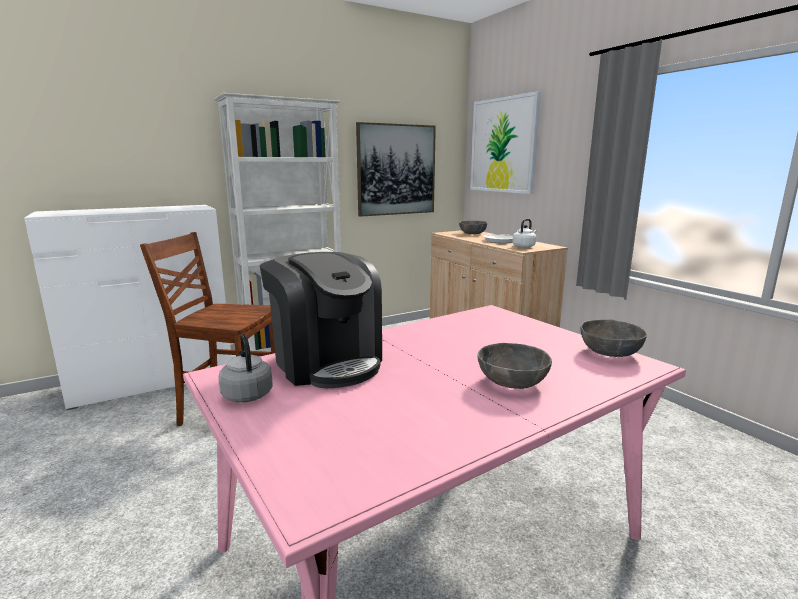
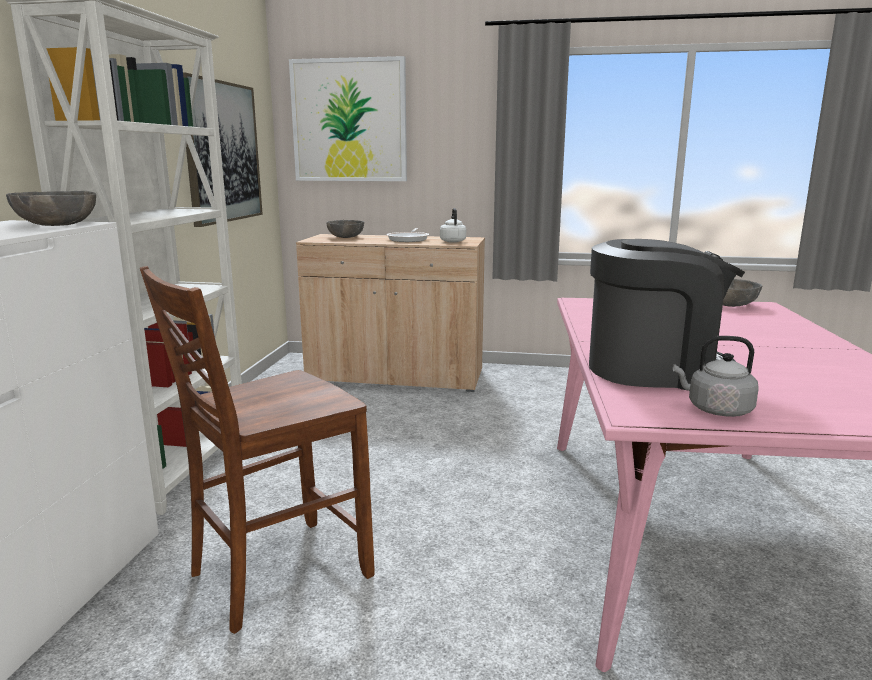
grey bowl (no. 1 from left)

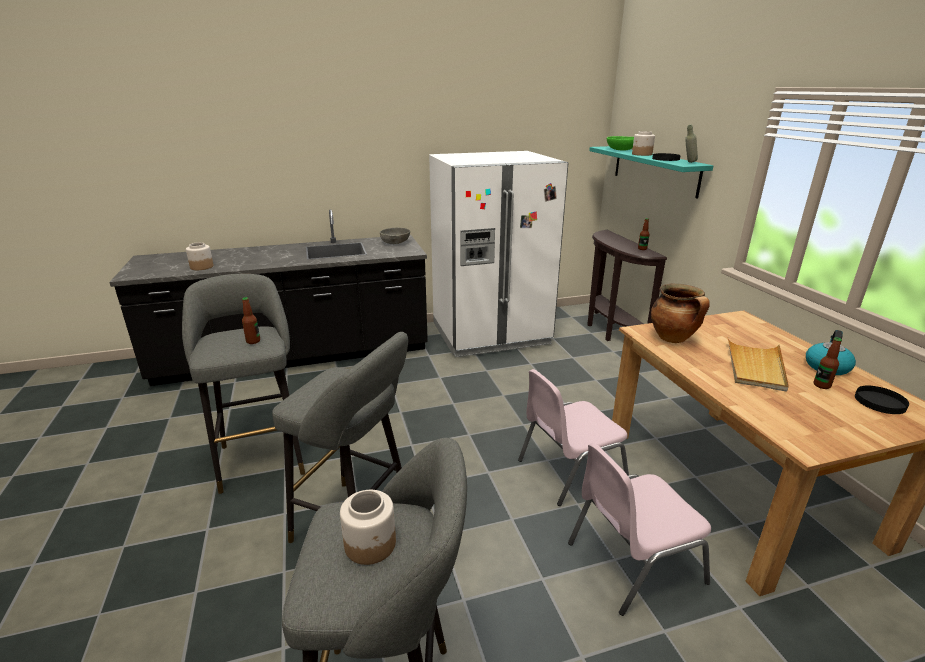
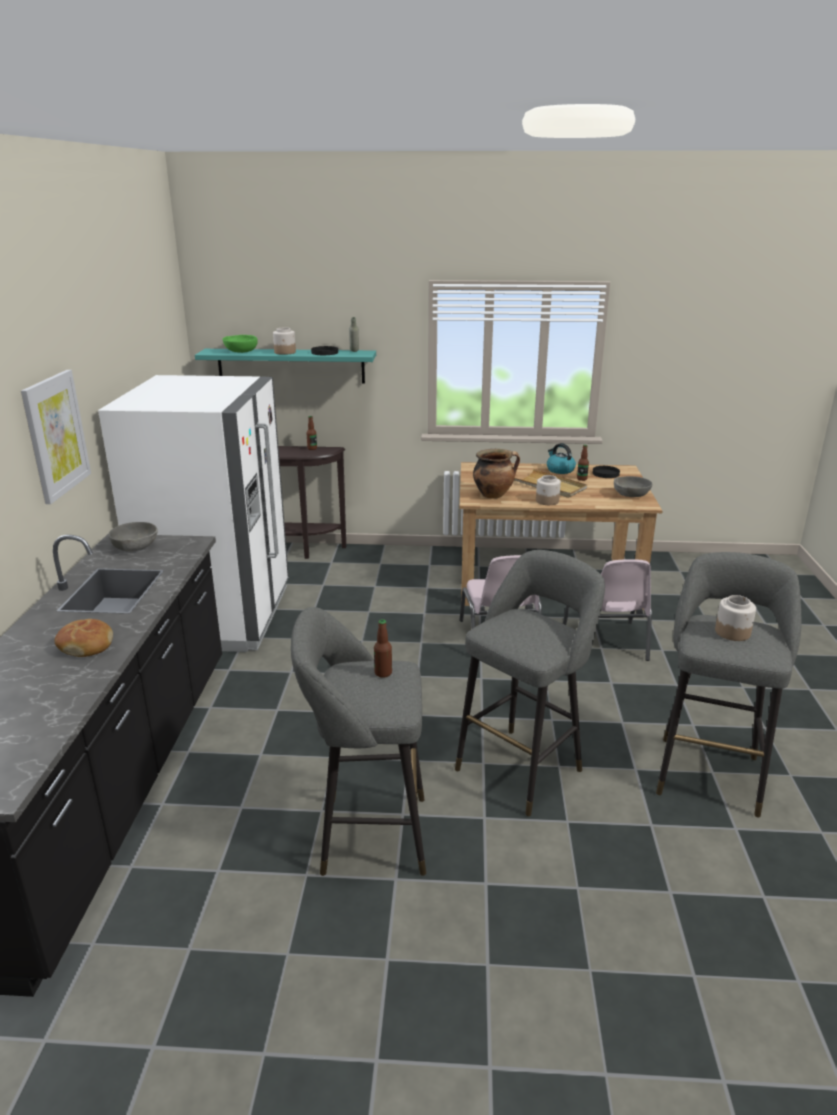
picture
bread
grey bowl (no. 2 from left)
jar (no. 2 from left)

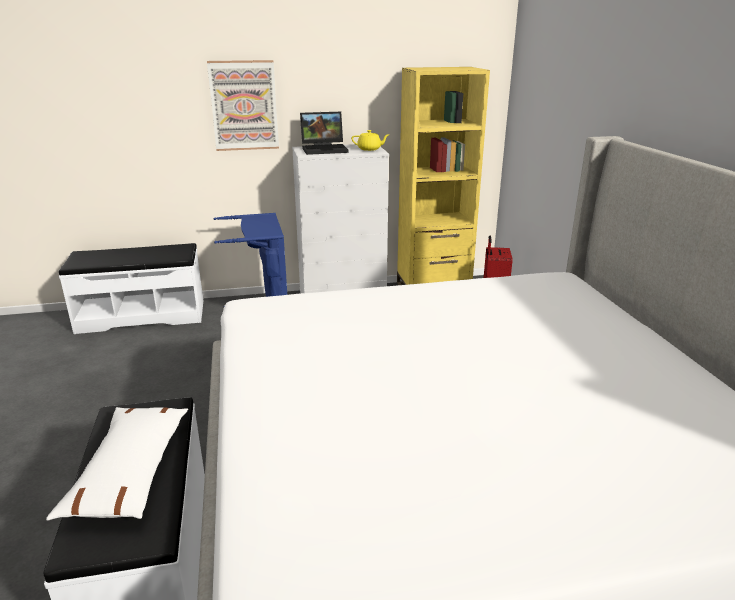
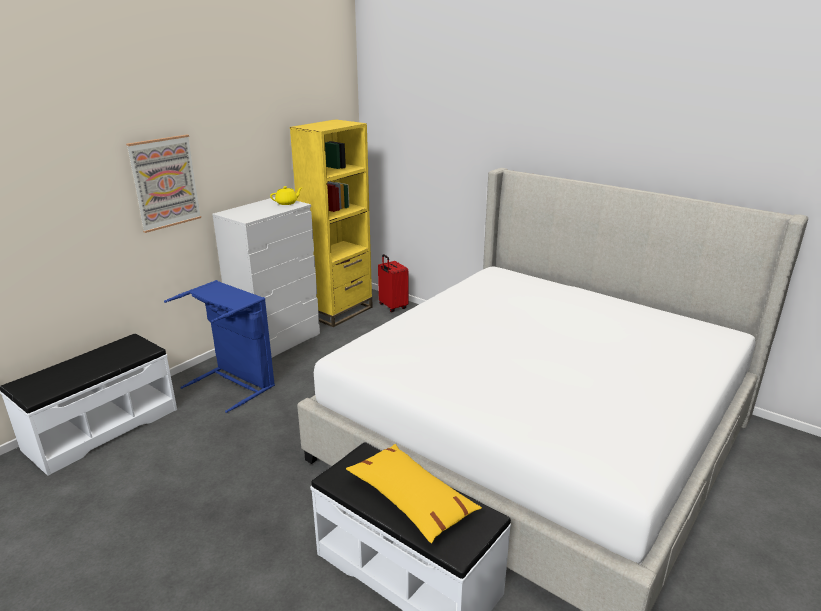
laptop
yellow pillow

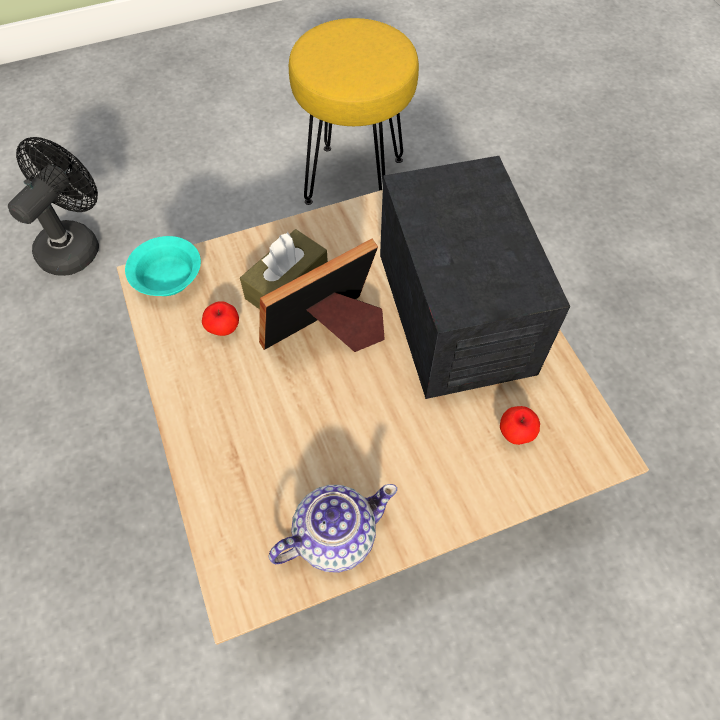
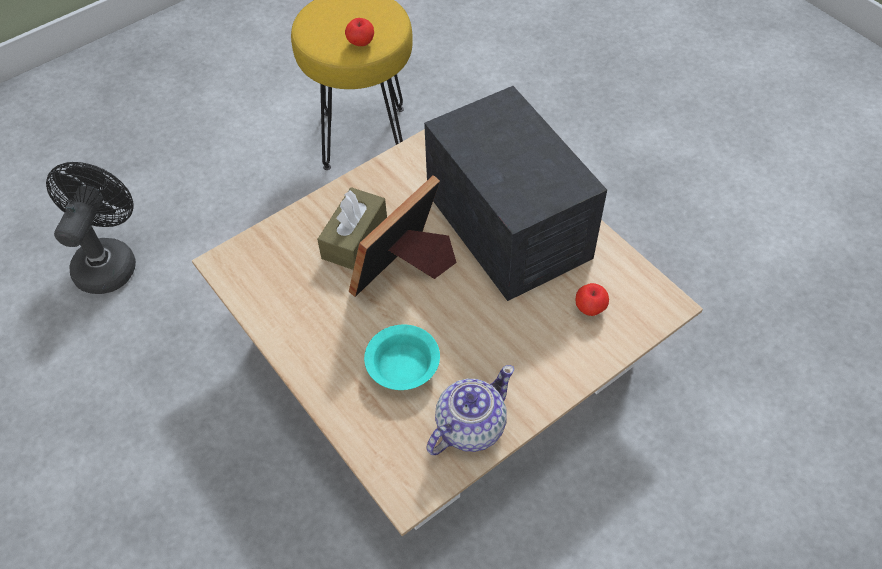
turquoise bowl
apple (no. 1 from left)

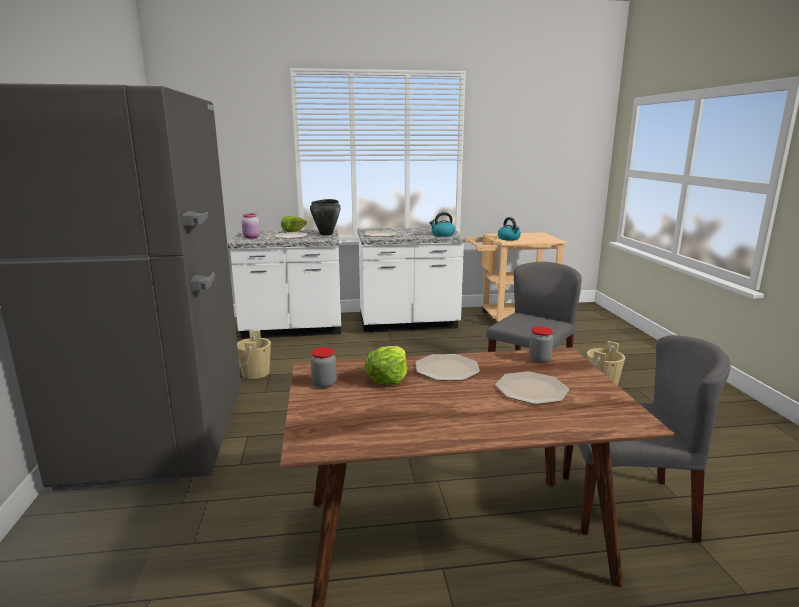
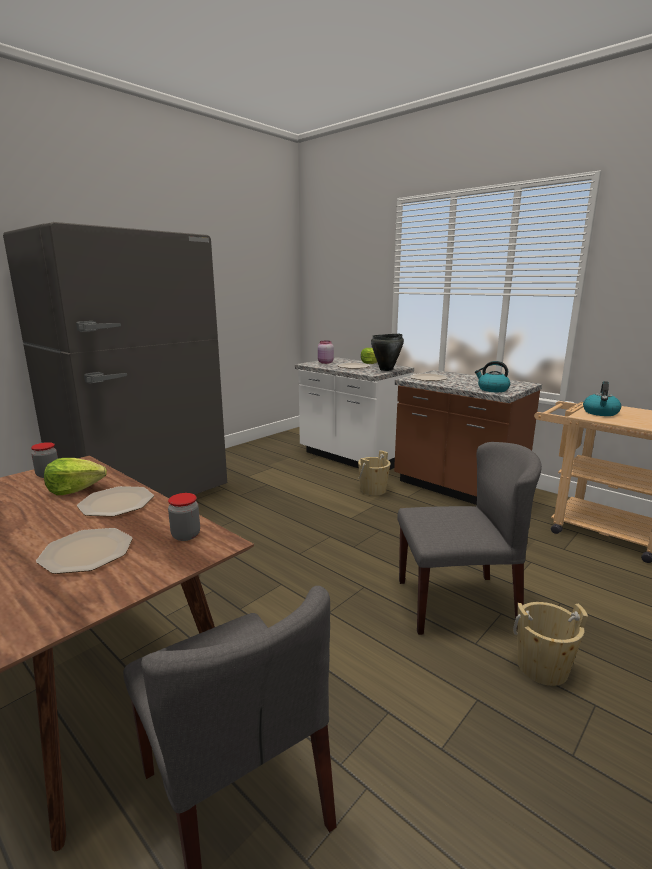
beige bucket (no. 1 from left)
brown counter

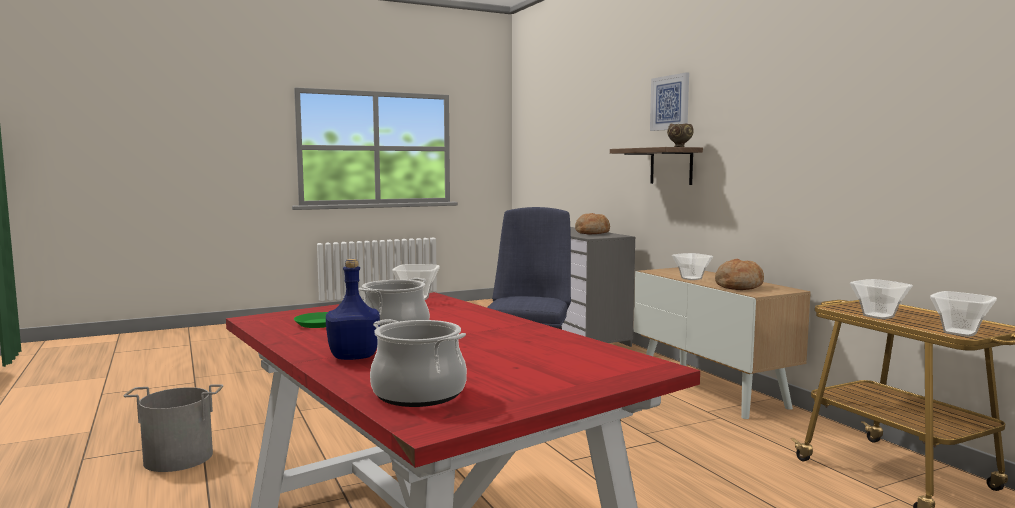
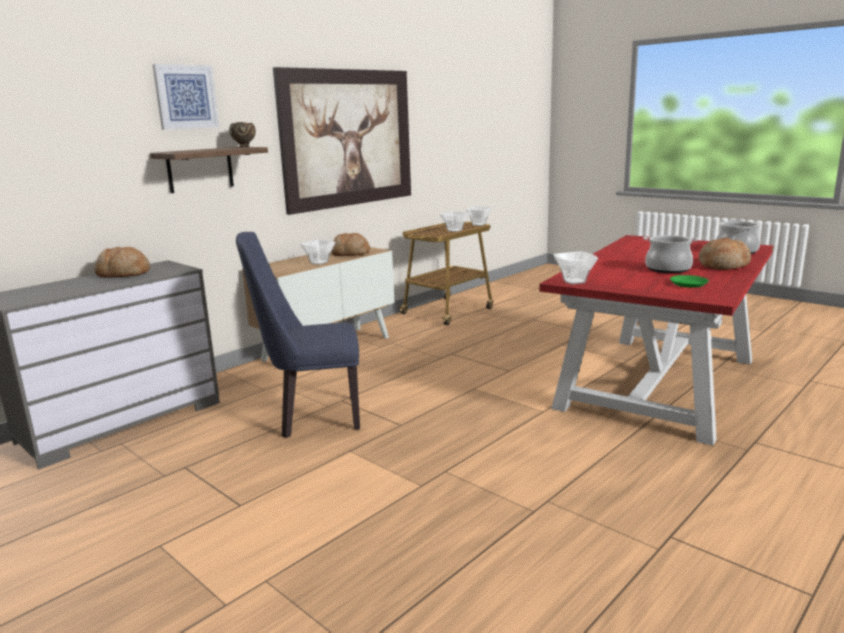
grey bucket
picture (no. 2 from left)
bread (no. 3 from left)

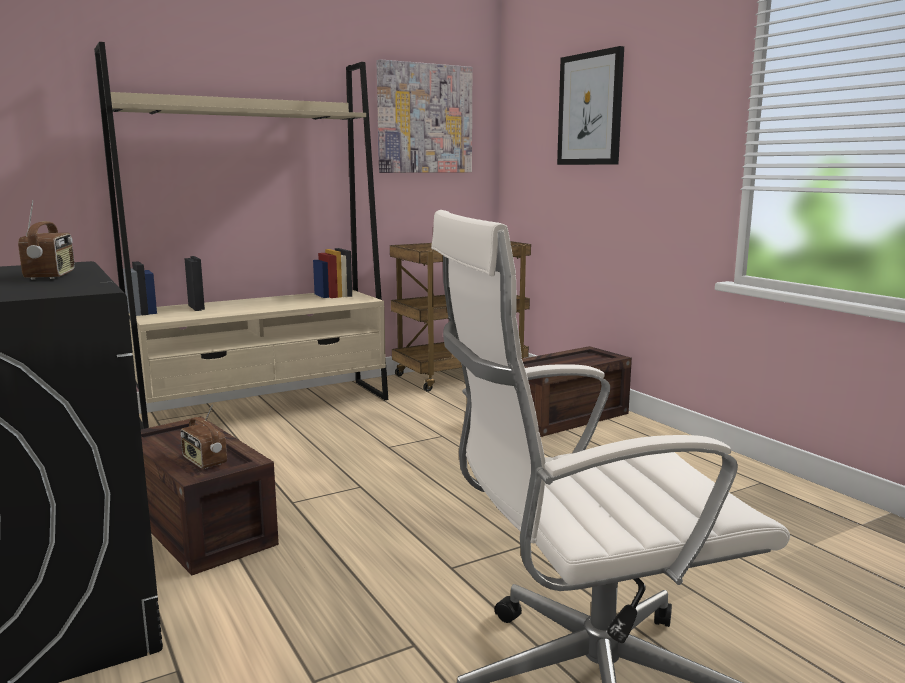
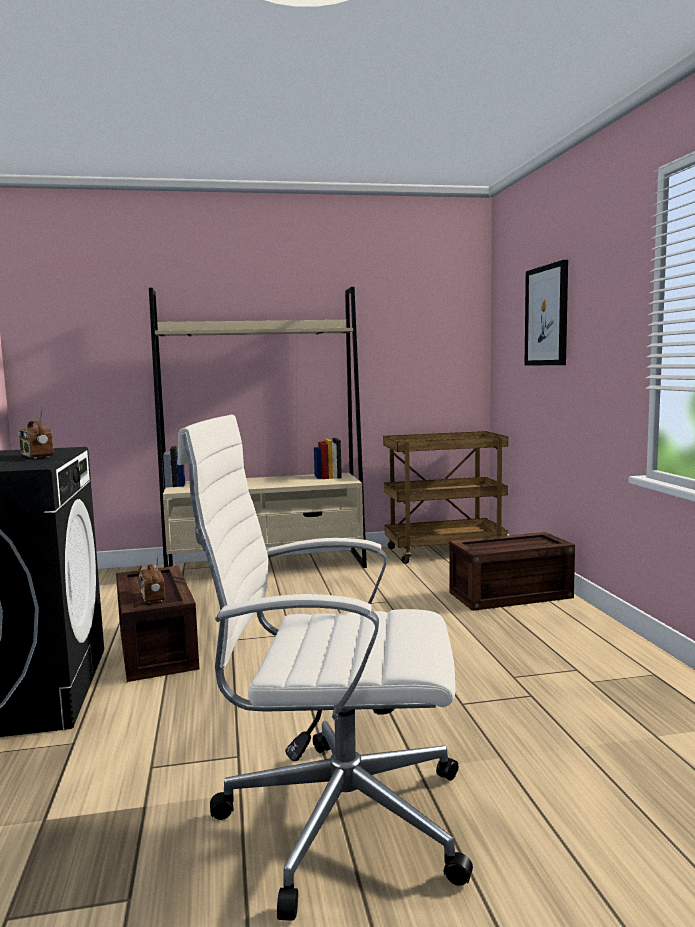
picture (no. 1 from left in the first image)
radio (no. 1 from left)

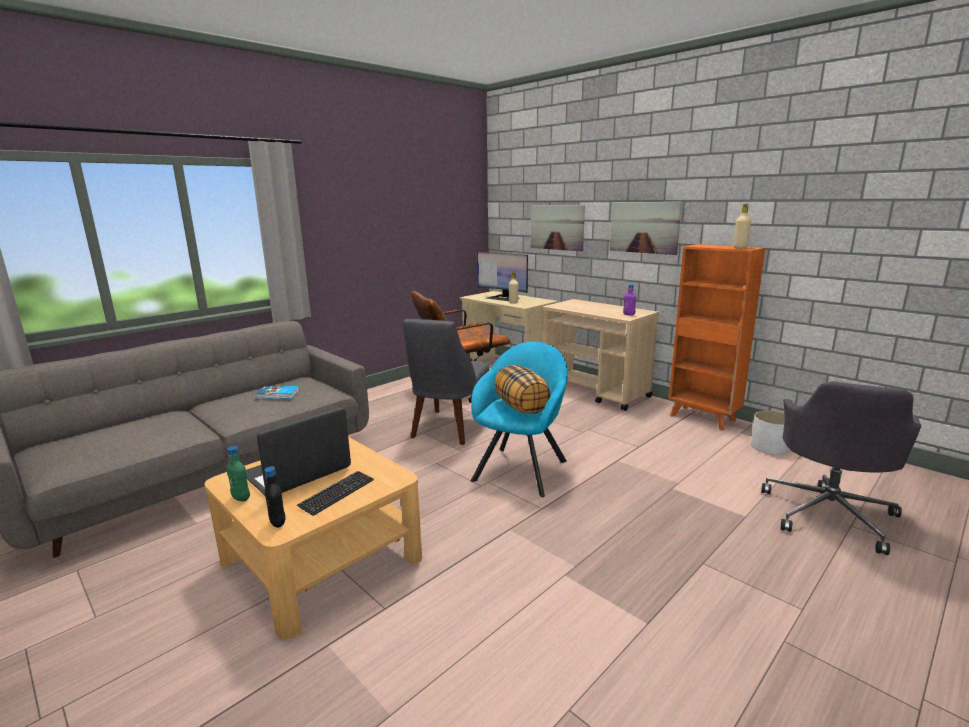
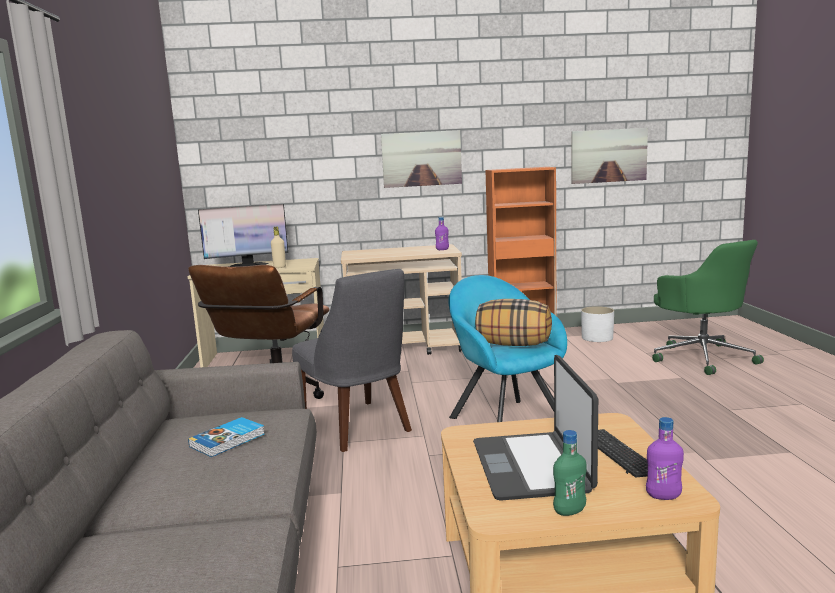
beige bottle (no. 2 from left in the first image)
picture (no. 2 from left)
purple bottle (no. 2 from left)
green office chair

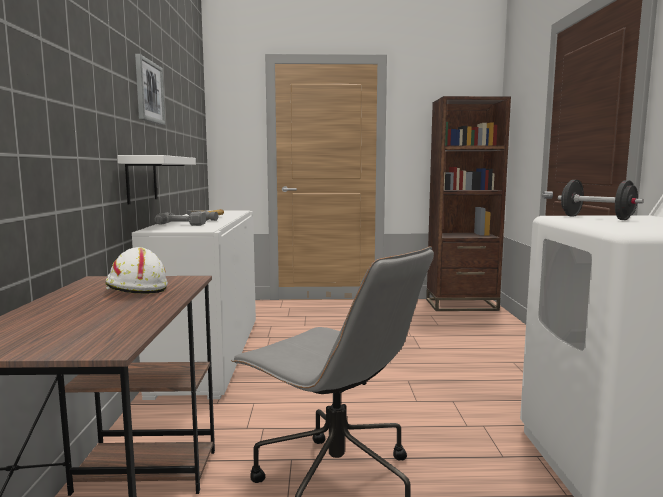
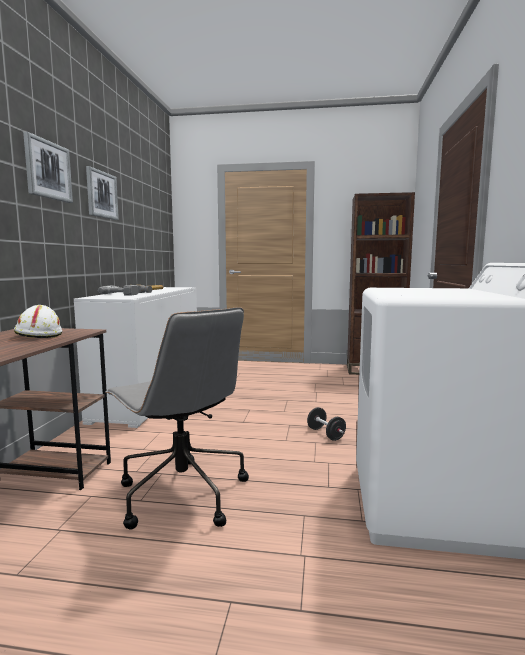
white shelf
picture (no. 1 from left)
black dumbbell

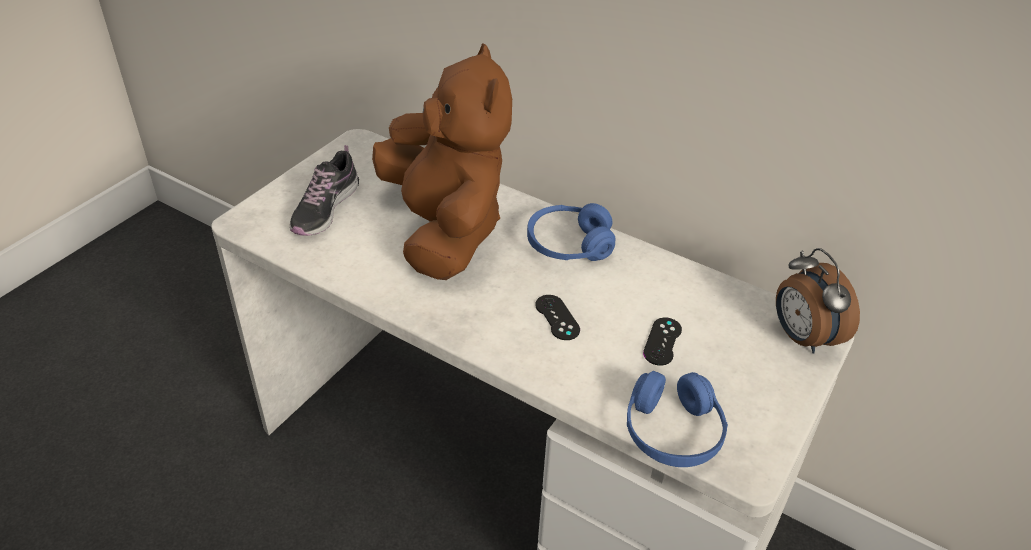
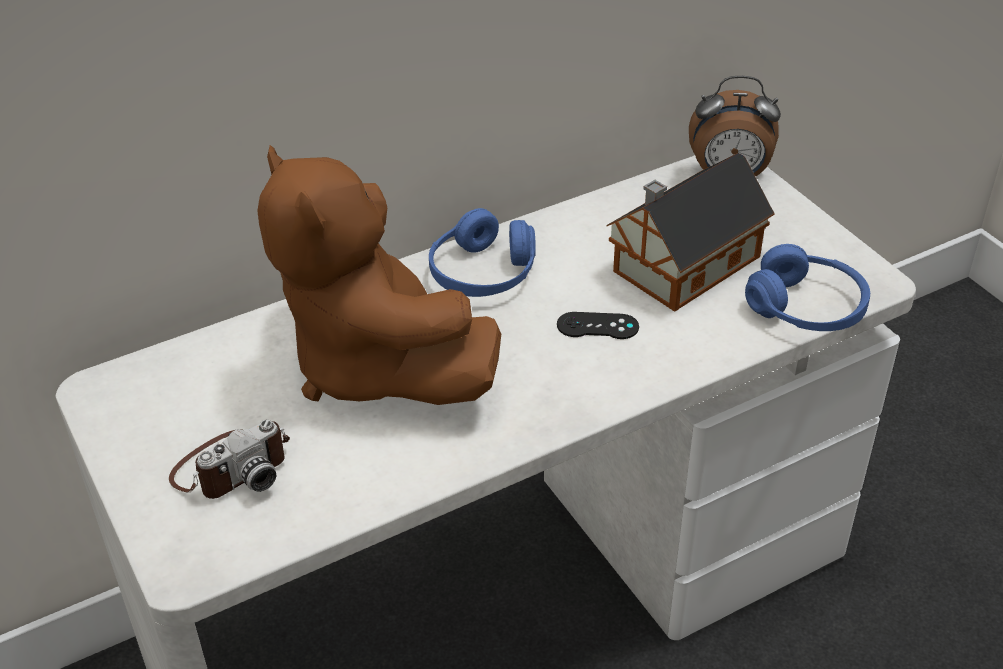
photo camera
toy house
brown plush toy

